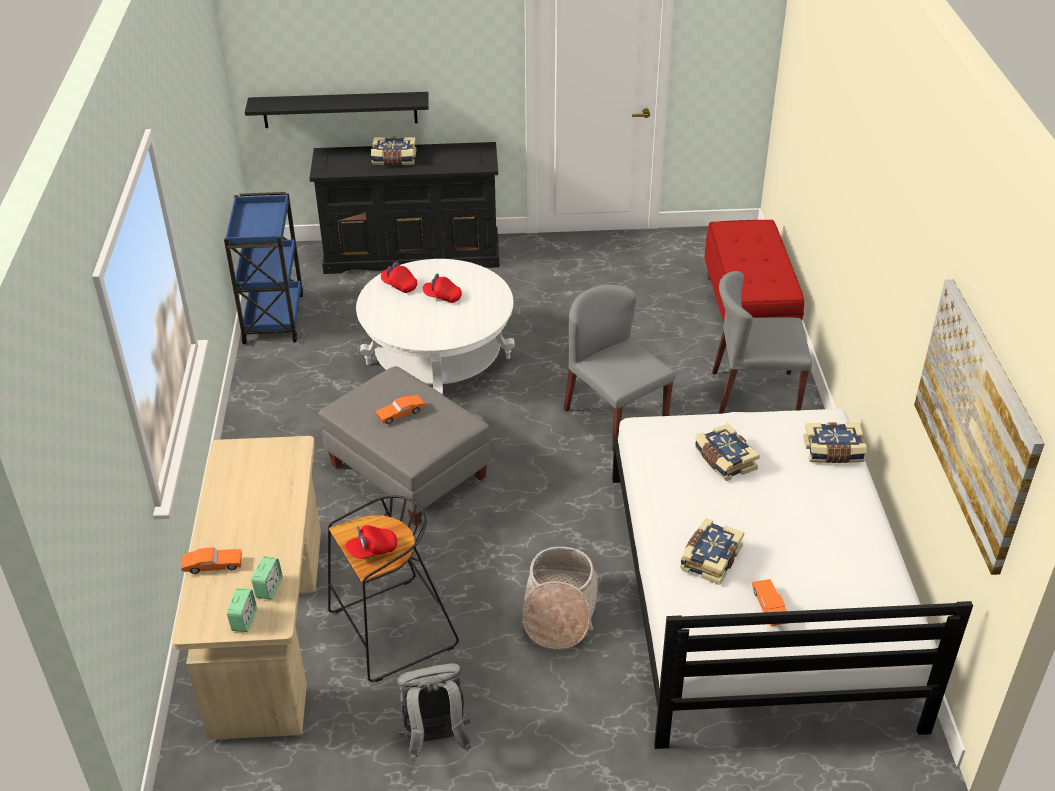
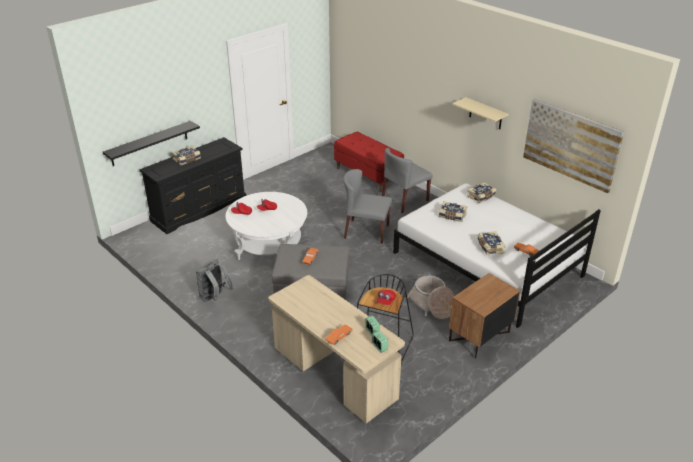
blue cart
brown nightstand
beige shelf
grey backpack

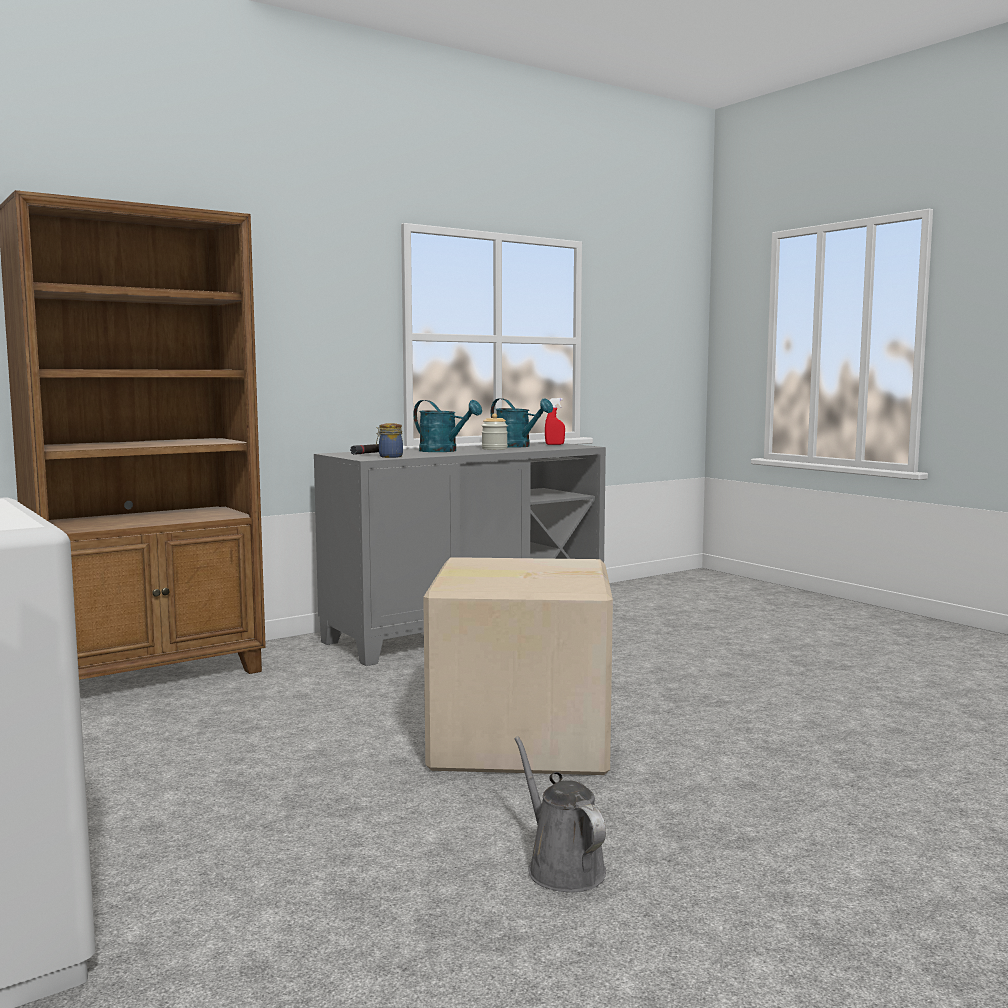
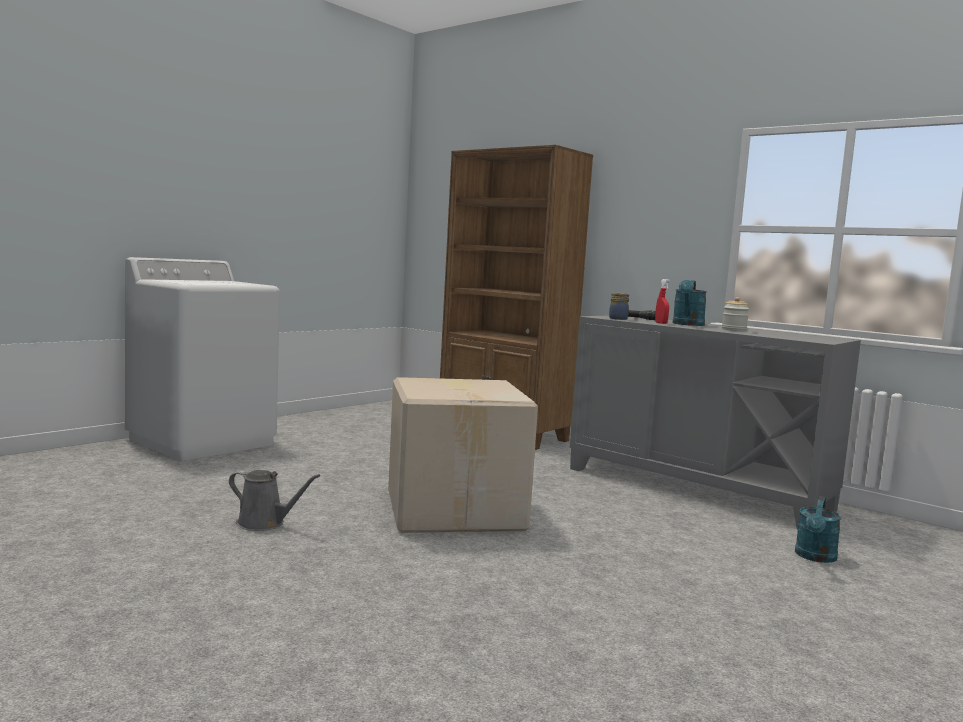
turquoise watering can (no. 2 from left)
red spray bottle
grey watering can

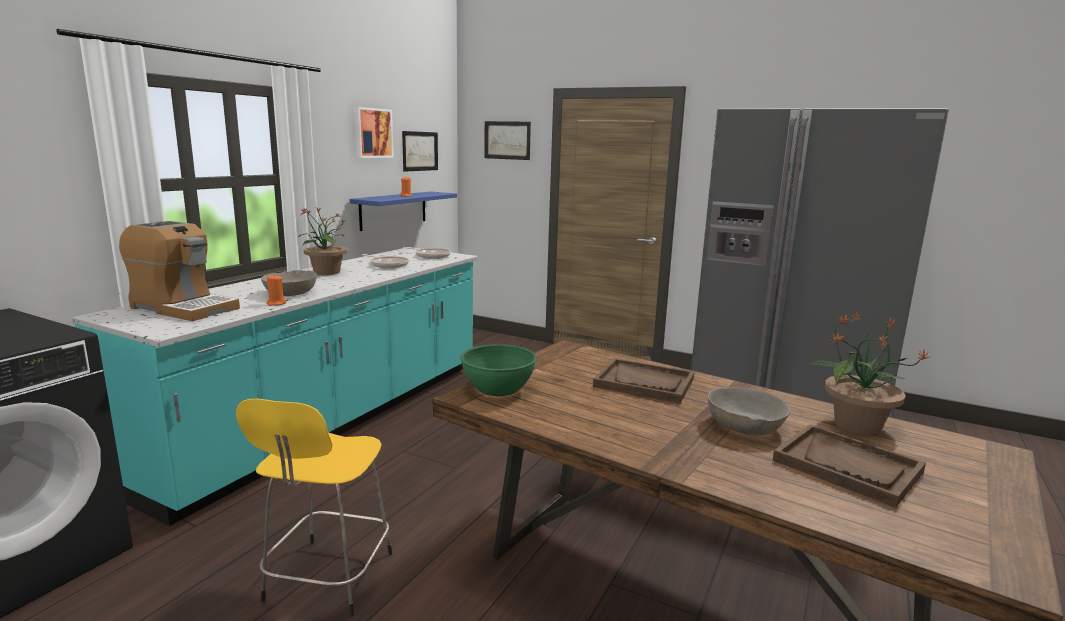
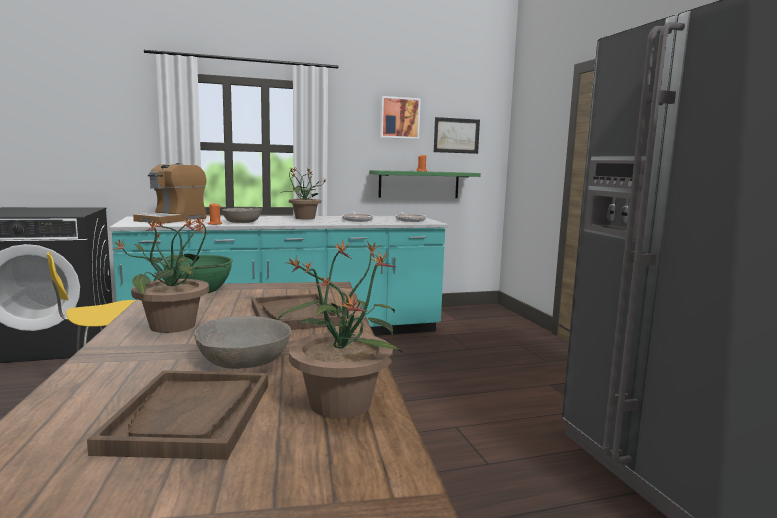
picture (no. 3 from left in the first image)
potted plant (no. 1 from left)
green shelf
coffee machine

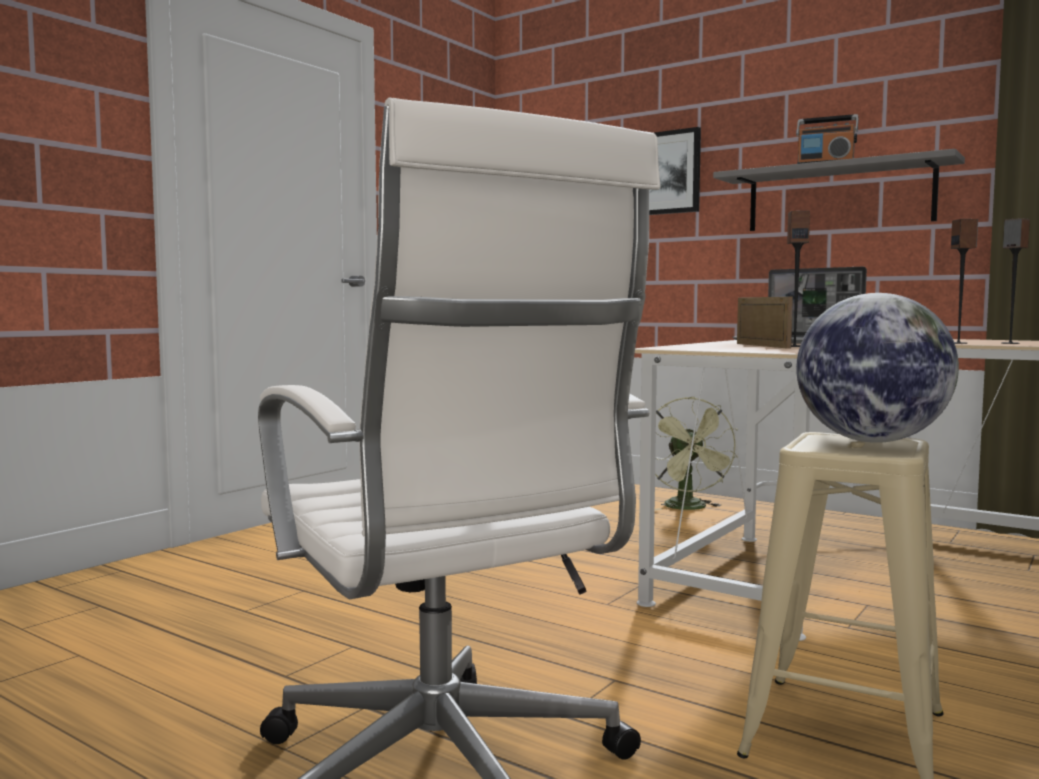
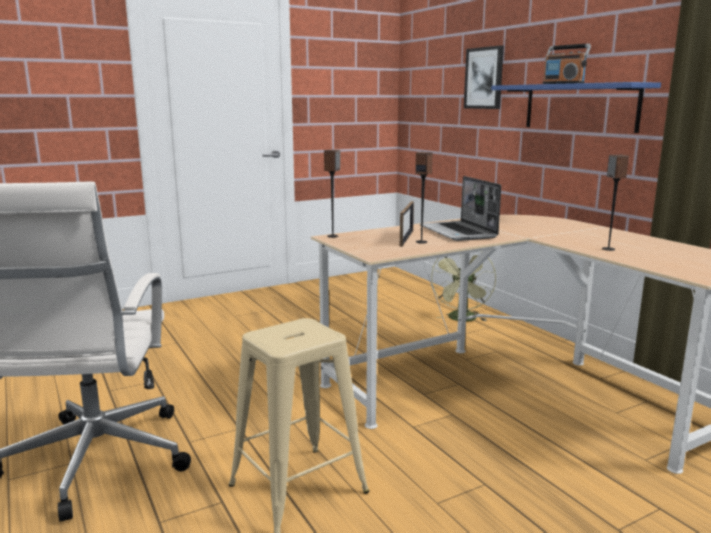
globe
speaker (no. 1 from left)
blue shelf

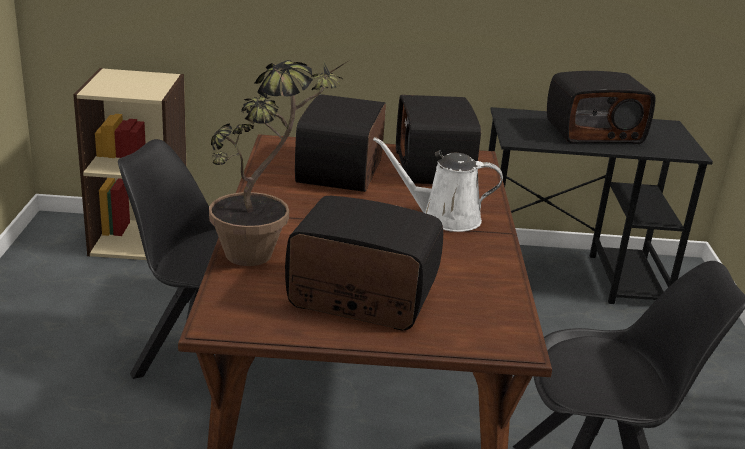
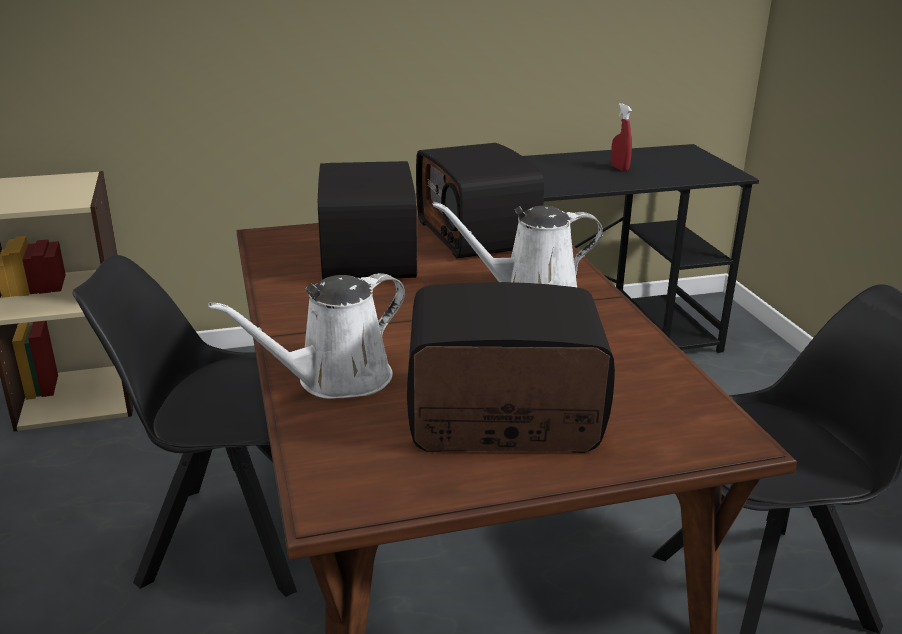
white watering can (no. 1 from left)
red spray bottle

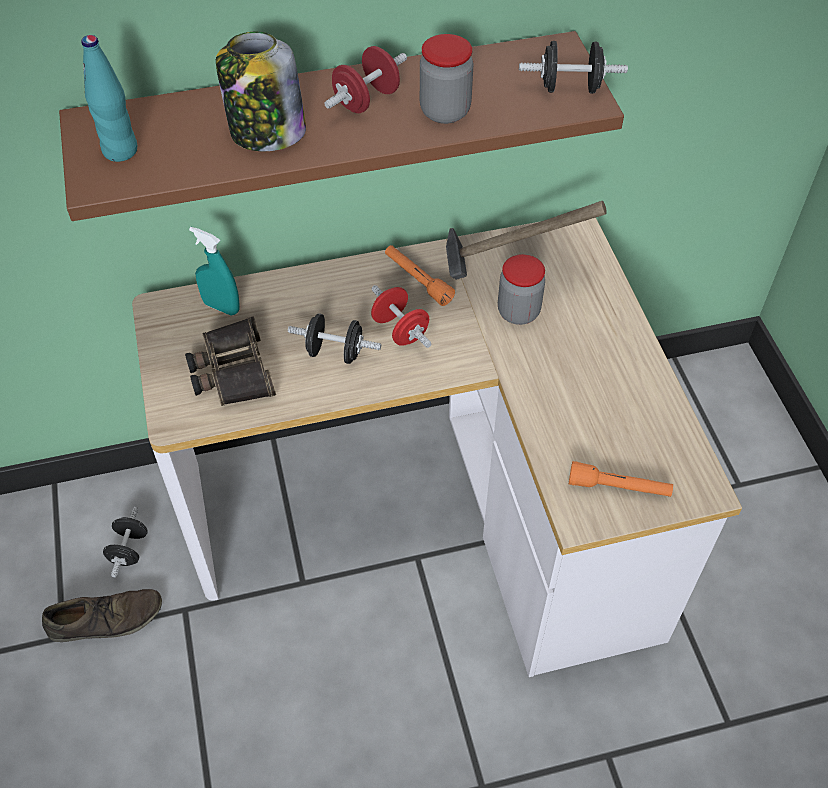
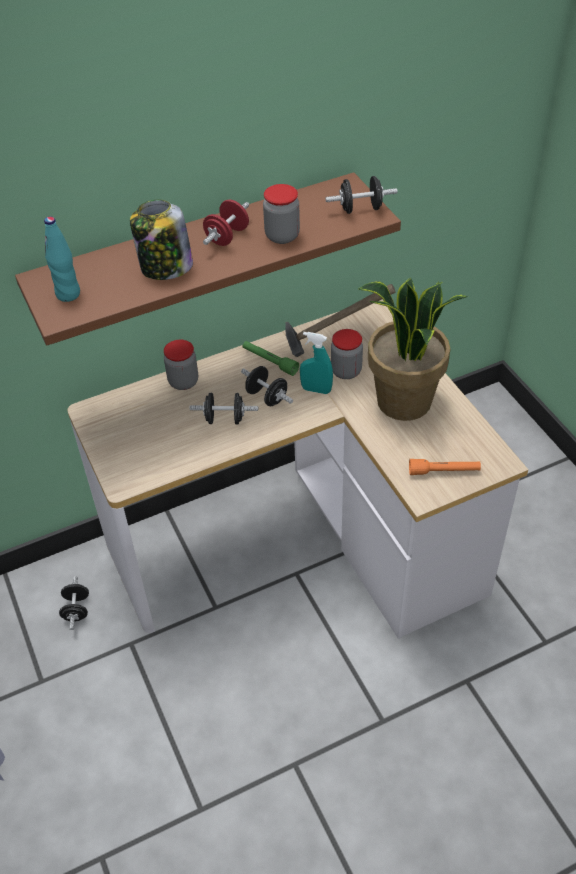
brown shoe
binoculars
jar (no. 2 from left)
potted plant
turquoise spray bottle
black dumbbell (no. 3 from left)
green flashlight

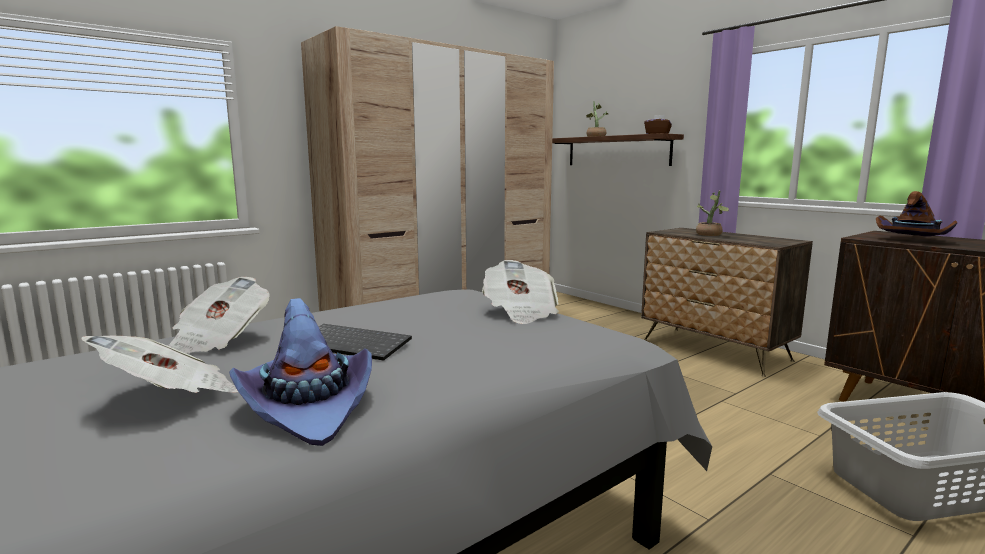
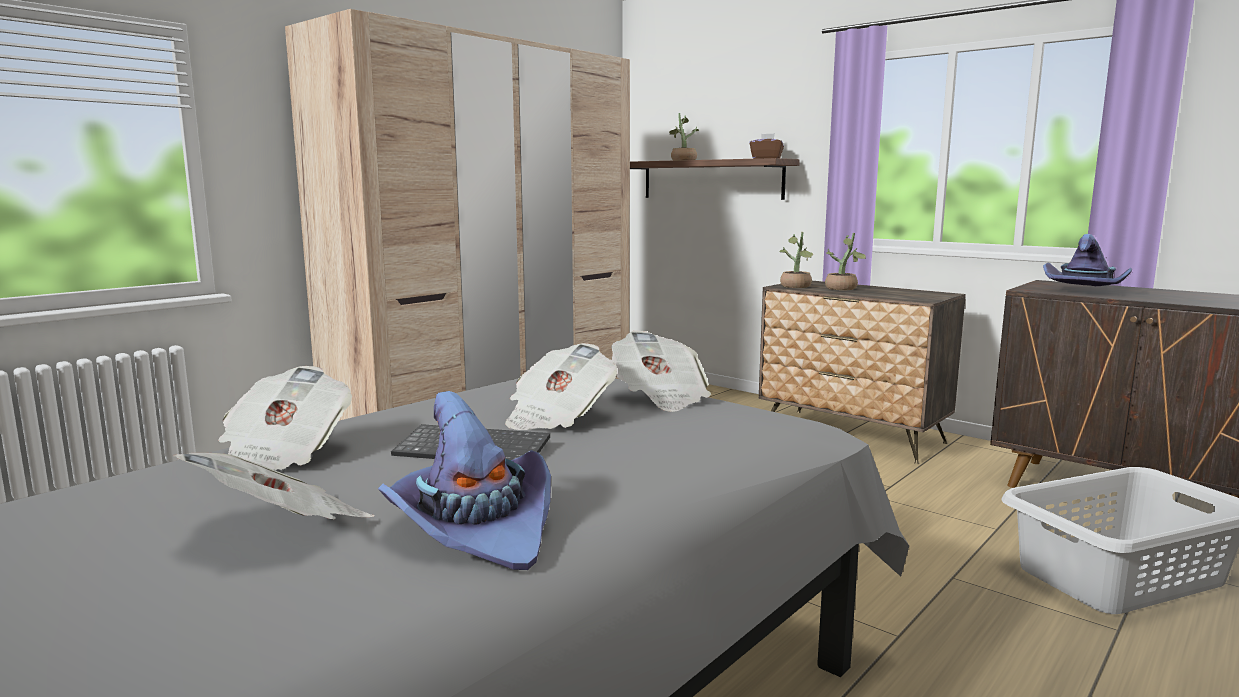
newspaper (no. 3 from left)
potted plant (no. 2 from left)
purple hat (no. 2 from left)

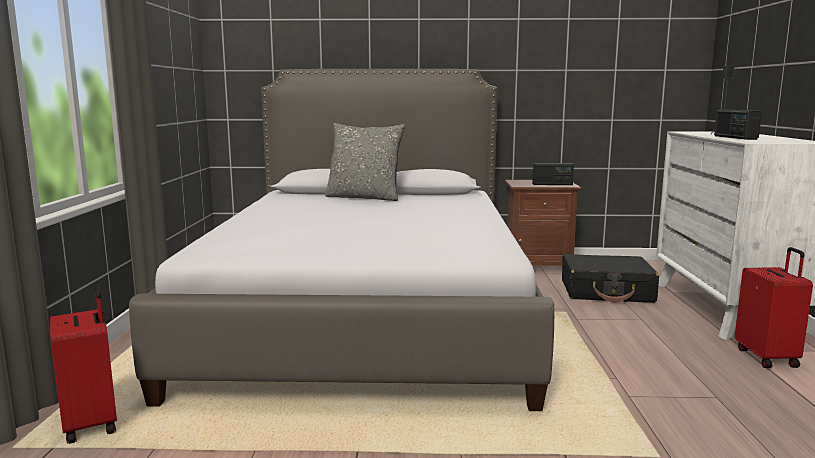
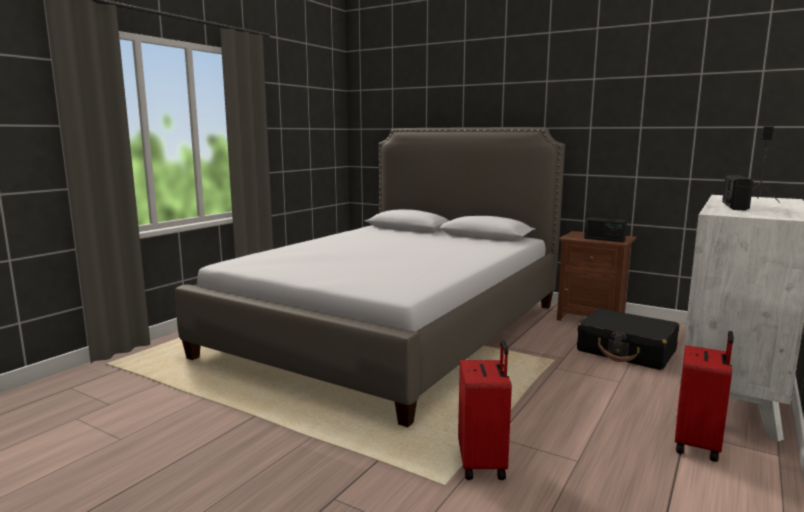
grey pillow
red suitcase (no. 1 from left)

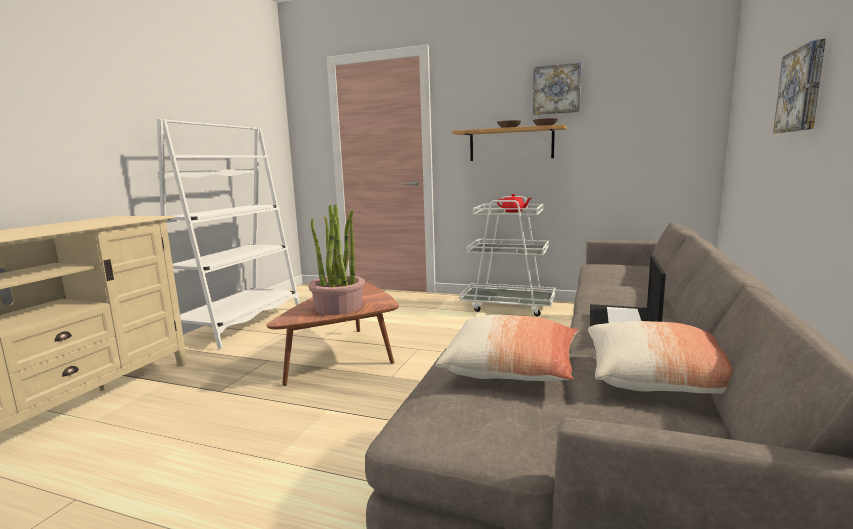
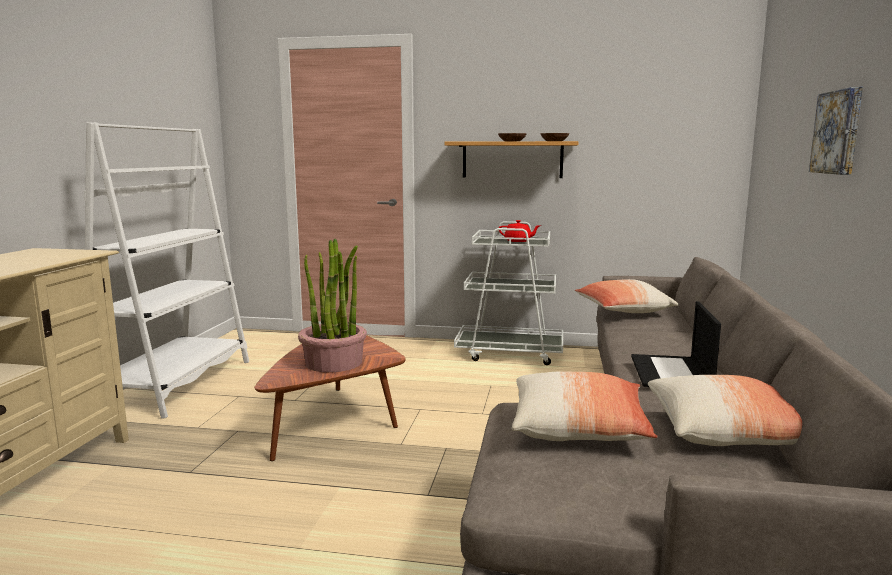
picture (no. 1 from left in the first image)
pillow (no. 2 from left)

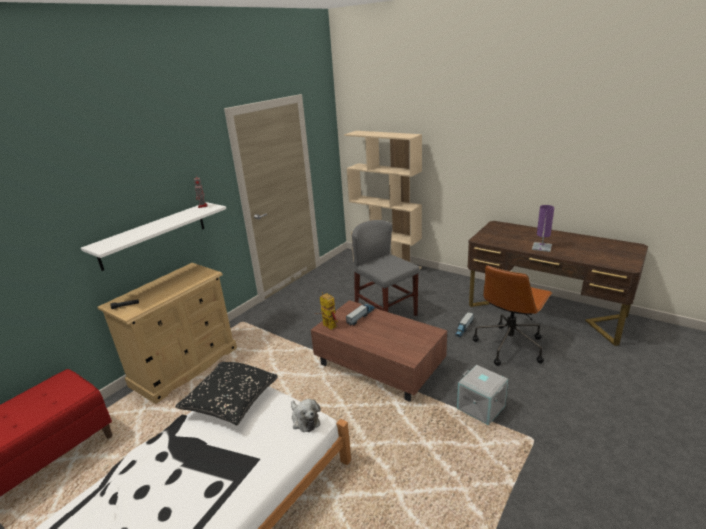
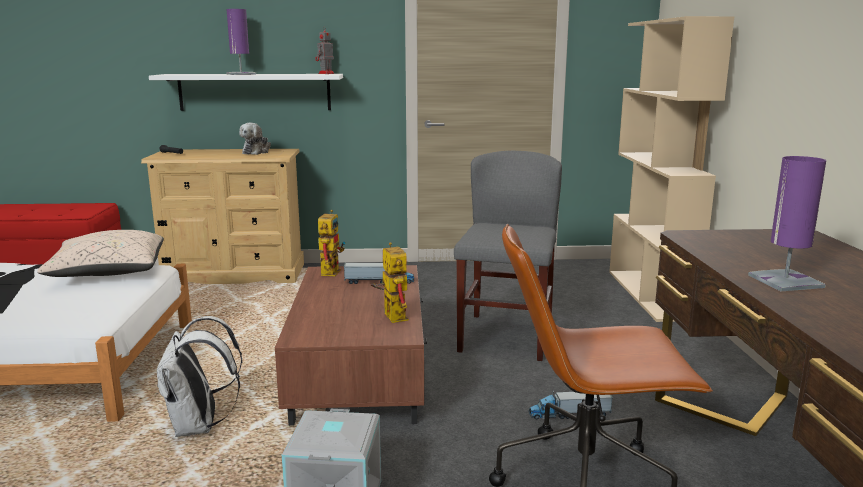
white backpack
purple table lamp (no. 1 from left)
toy robot (no. 3 from left)
plush toy
beige pillow

